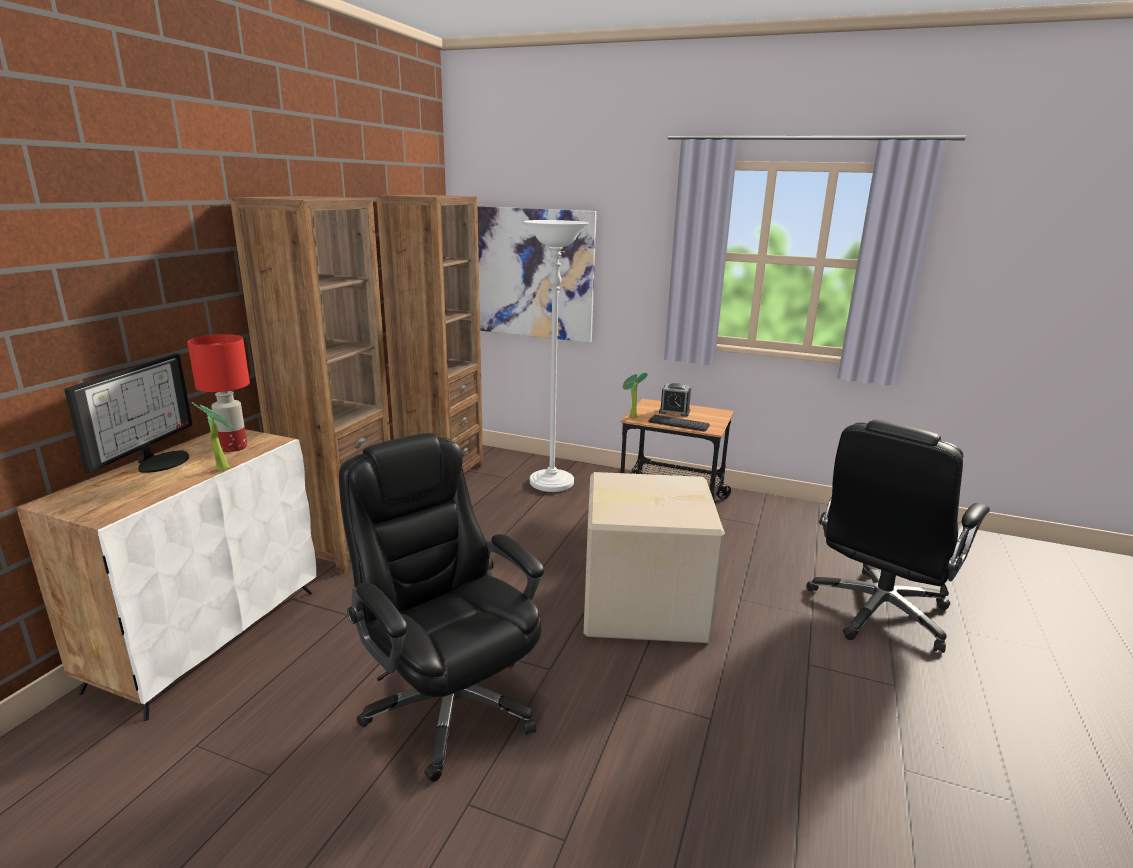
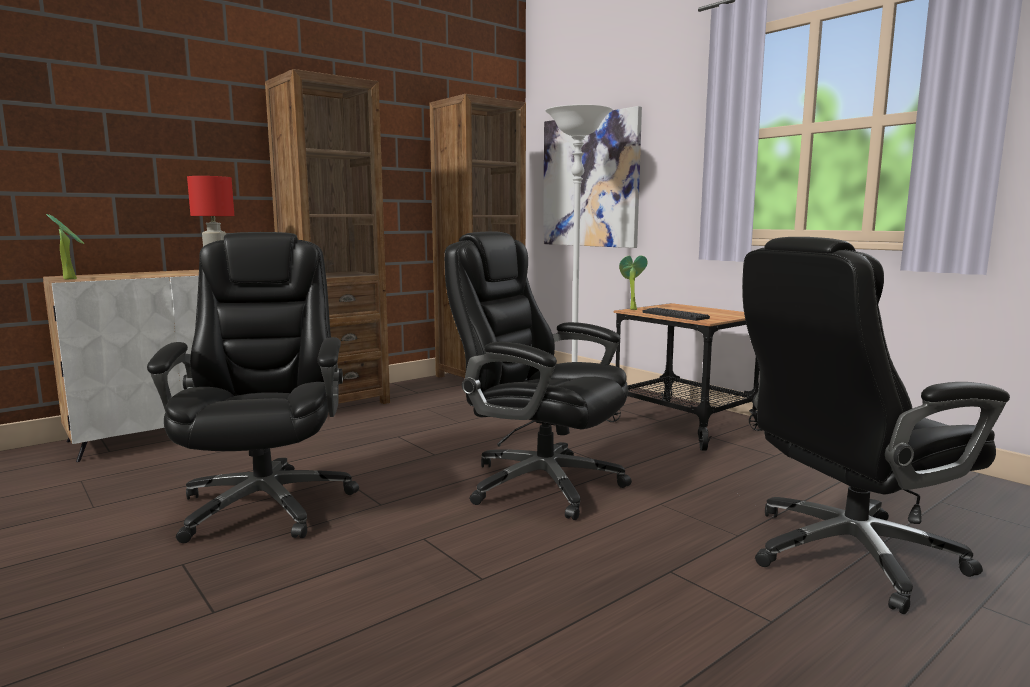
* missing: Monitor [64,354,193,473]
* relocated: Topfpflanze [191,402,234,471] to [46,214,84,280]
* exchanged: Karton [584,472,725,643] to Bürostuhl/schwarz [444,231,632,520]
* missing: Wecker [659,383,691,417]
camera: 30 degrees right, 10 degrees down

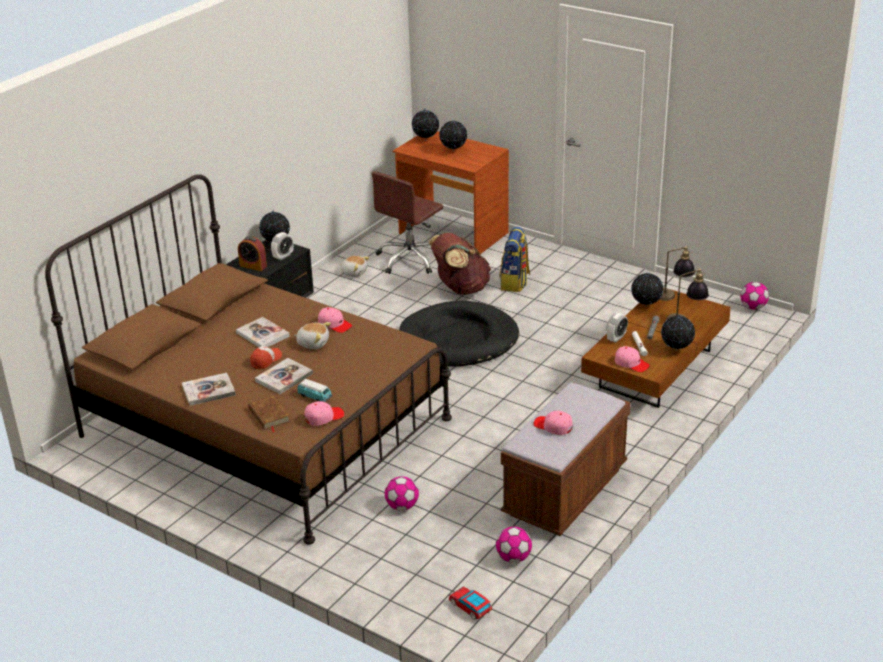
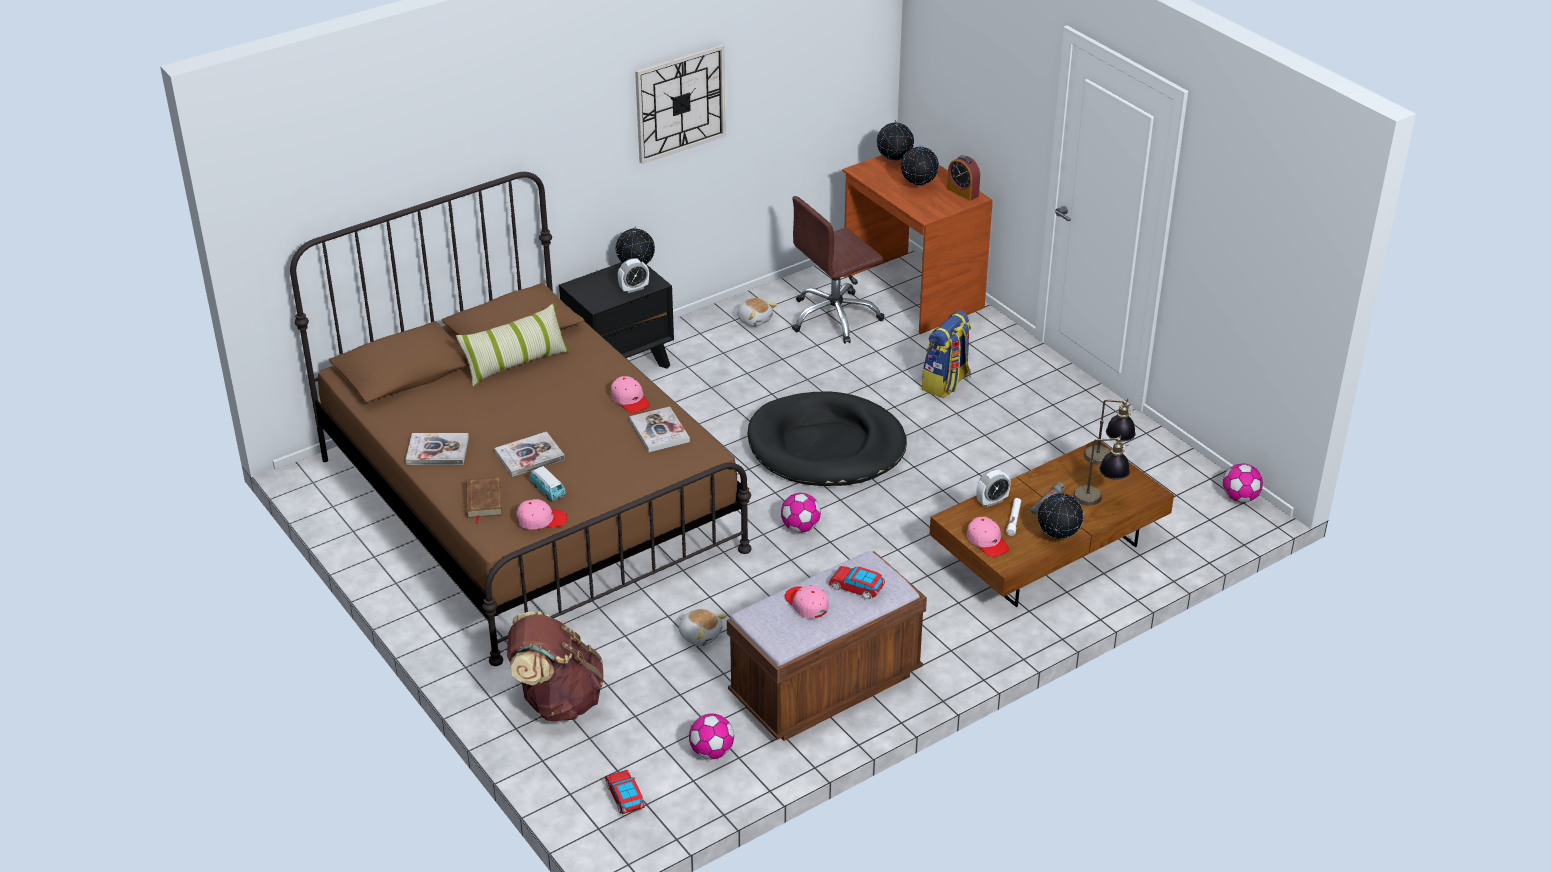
* relocated: Buch [236,317,290,347] to [629,407,690,452]
* relocated: Wecker [238,236,267,271] to [947,155,980,201]
* missing: Kappe [250,346,282,369]
* relocated: Plüschtier [294,322,331,349] to [679,609,727,646]
* relocated: Fußball [385,476,419,511] to [781,493,821,533]
* relocated: Rucksack/braun [428,233,491,295] to [507,611,604,721]
* missing: Globus [631,272,663,306]
* appeared: Kissen [456,303,569,386]
* appeared: Wanduhr [635,44,726,164]
* appeared: Spielzeugauto [829,566,885,599]
camera: 20 degrees right, 5 degrees up

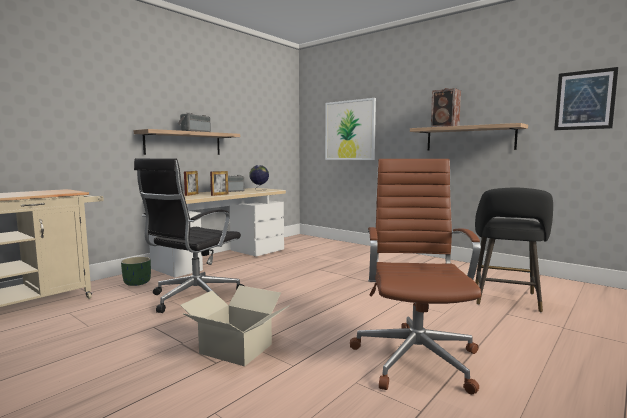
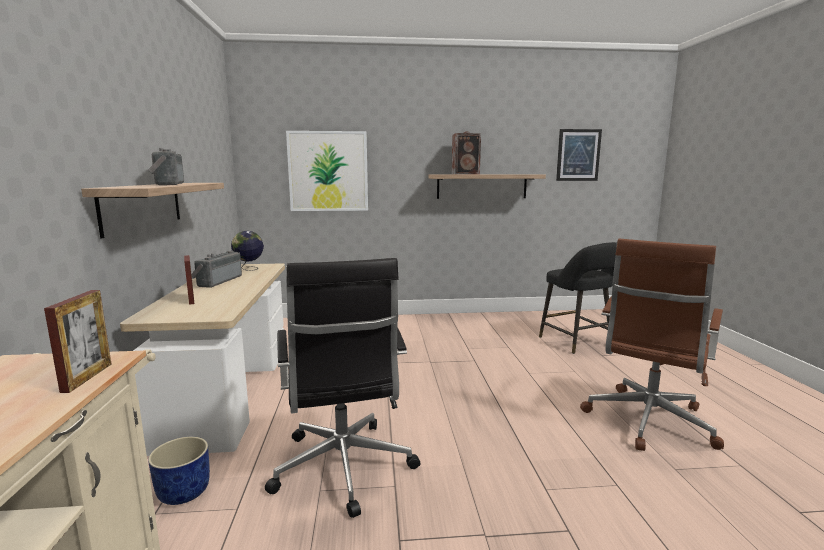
* colour: Pflanzkübel/grün [121,257,151,286] to Pflanzkübel/blau [148,437,210,505]
* missing: Karton [180,285,290,366]
* relocated: Bilderrahmen [210,171,228,196] to [44,290,111,393]
* spun: Bürostuhl/braun [350,159,481,394] = [580,239,724,451] 105 degrees counterclockwise
camera: 45 degrees left, 5 degrees up

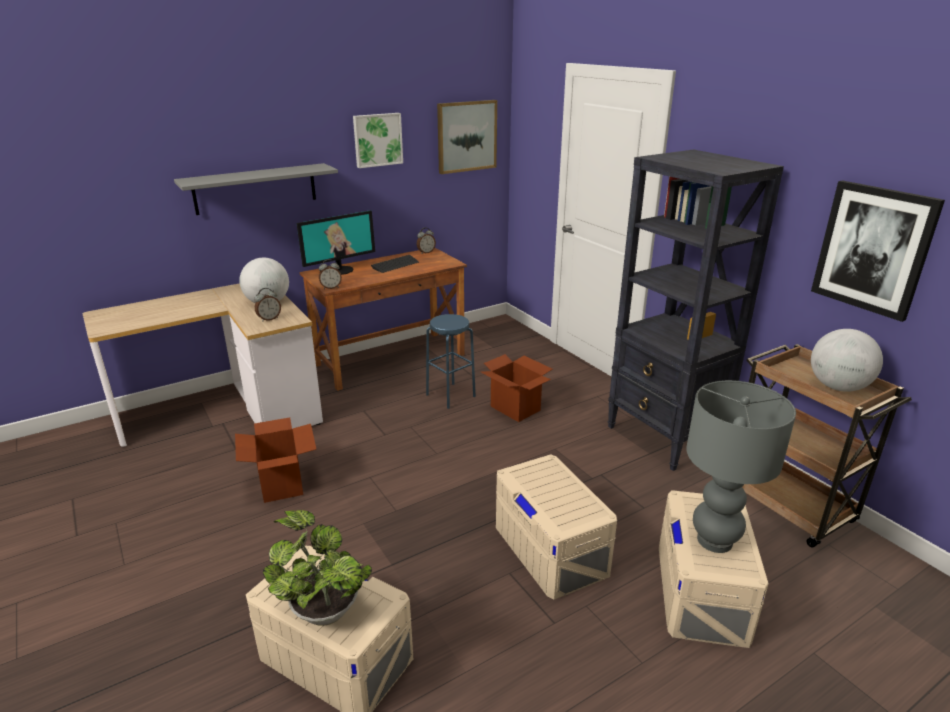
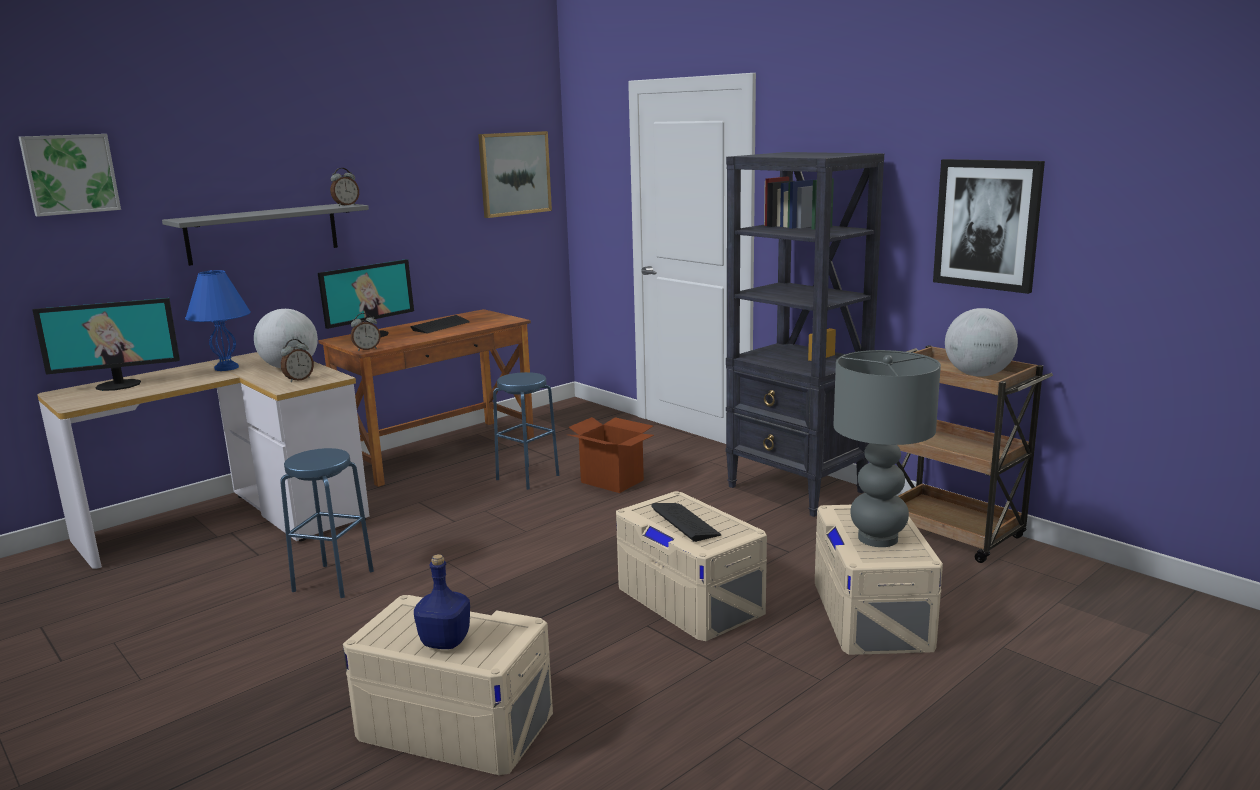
* exchanged: Karton [235,417,316,503] to Hocker/blau [280,448,374,598]
* exchanged: Topfpflanze [263,510,372,626] to Flasche/blau [414,554,470,649]
* relocated: Bild [353,113,403,168] to [19,134,121,217]
* relocated: Wecker [417,228,436,254] to [330,168,359,206]
* appeared: Monitor [33,298,180,391]
* appeared: Tischlampe/blau [185,270,251,371]
* appeared: Tastatur [651,503,722,542]
camera: 10 degrees left, 10 degrees down

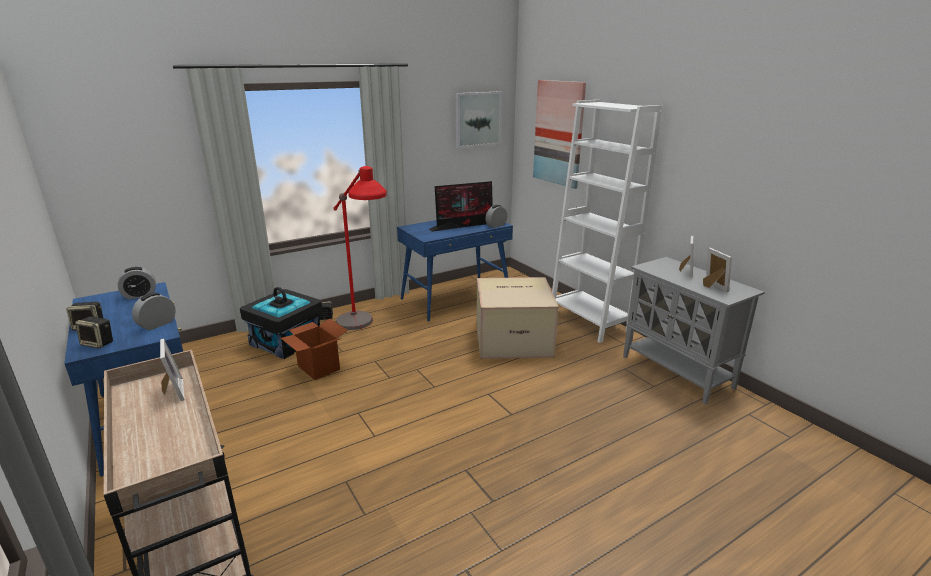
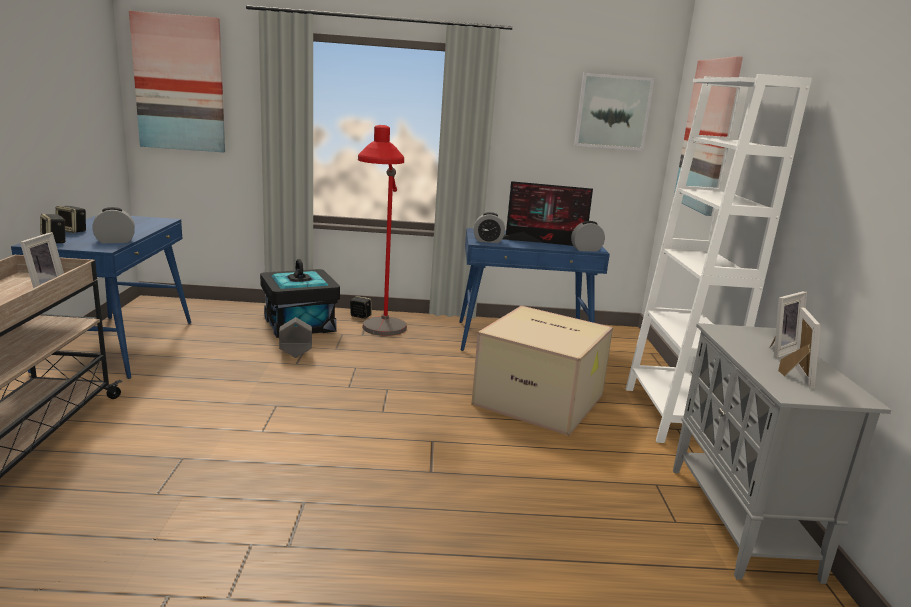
* relocated: Wecker [118,267,156,299] to [474,212,505,243]
* exchanged: Karton [281,319,348,380] to Pflanzkübel/grau [279,317,312,358]
* appeared: Bild [129,11,225,152]
camera: 30 degrees right, 5 degrees down

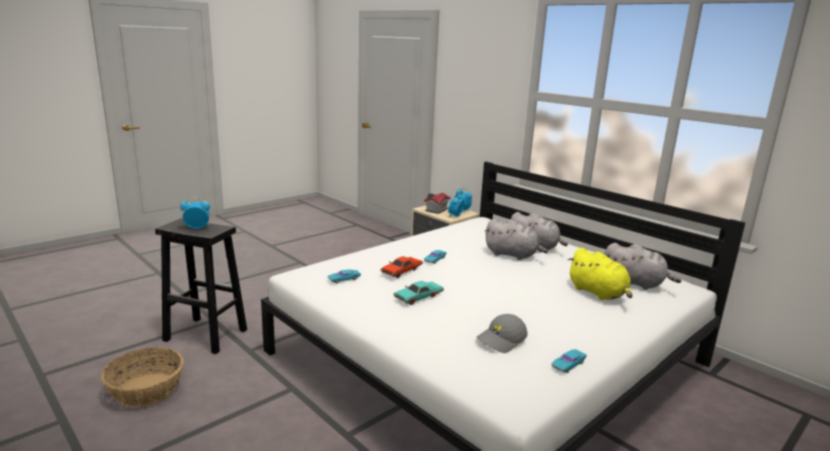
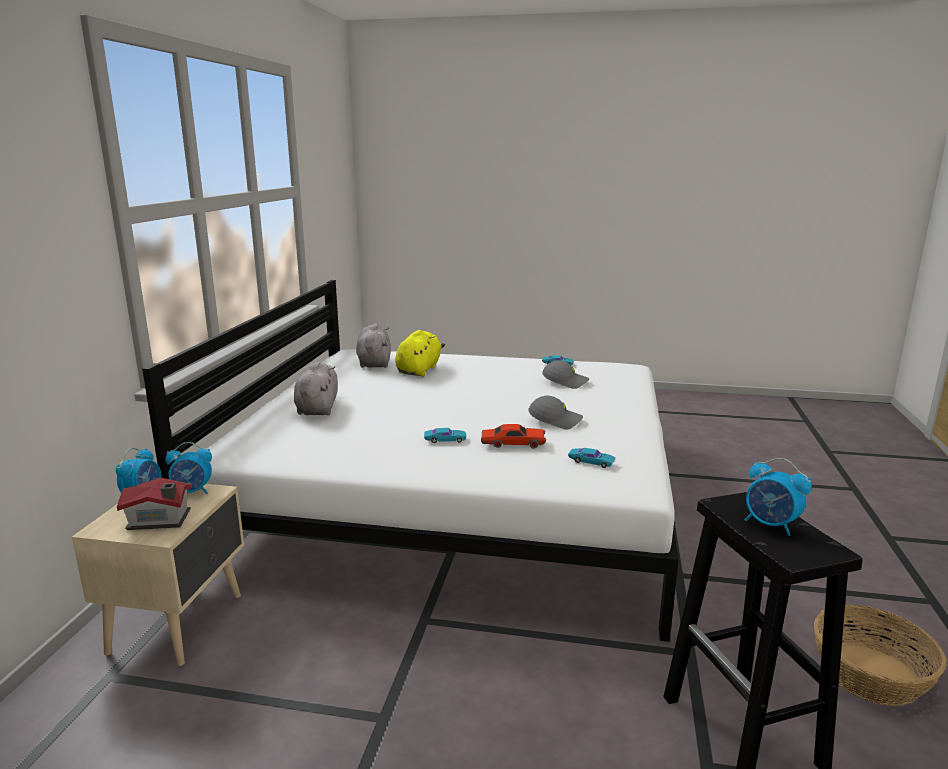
* exchanged: Spielzeugauto/türkis [394,281,444,305] to Kappe/grau [528,396,583,429]
* missing: Plüschtier/grau [484,219,548,260]
camera: 125 degrees left, 0 degrees up

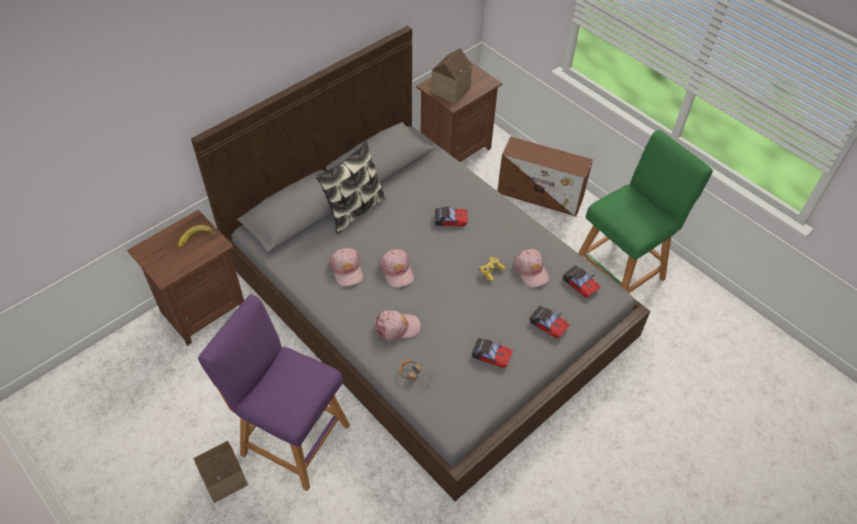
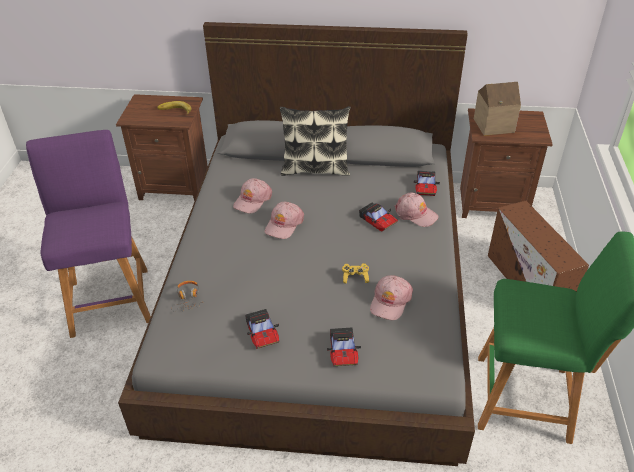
* missing: Spielzeughaus [193,441,248,503]
* relocated: Kappe/rosa [374,310,421,342] to [395,192,438,227]
* relocated: Spielzeugauto [563,265,601,298] to [414,171,440,196]
camera: 50 degrees right, 10 degrees down

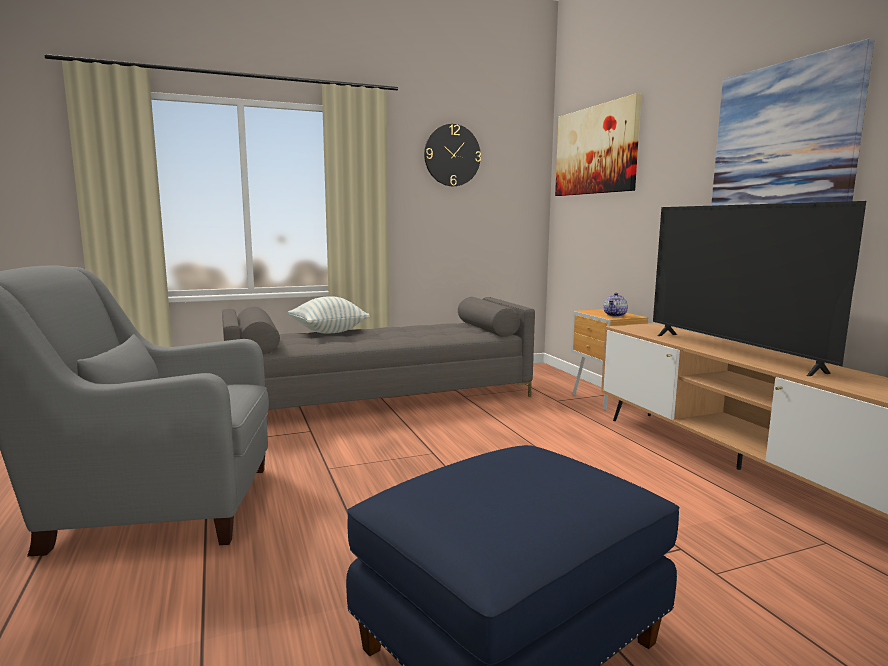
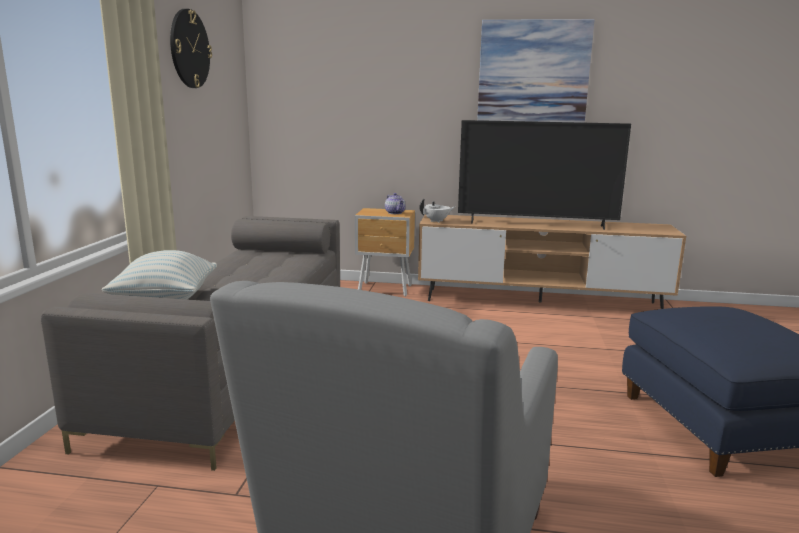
* missing: Bild [555,93,642,196]
* appeared: Teekanne/weiß [419,199,456,223]
camera: 60 degrees left, 5 degrees up

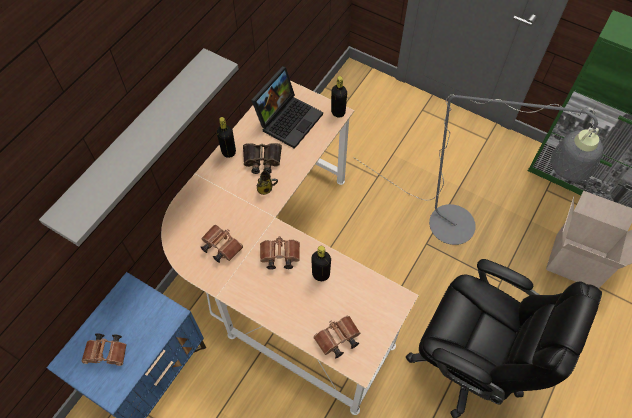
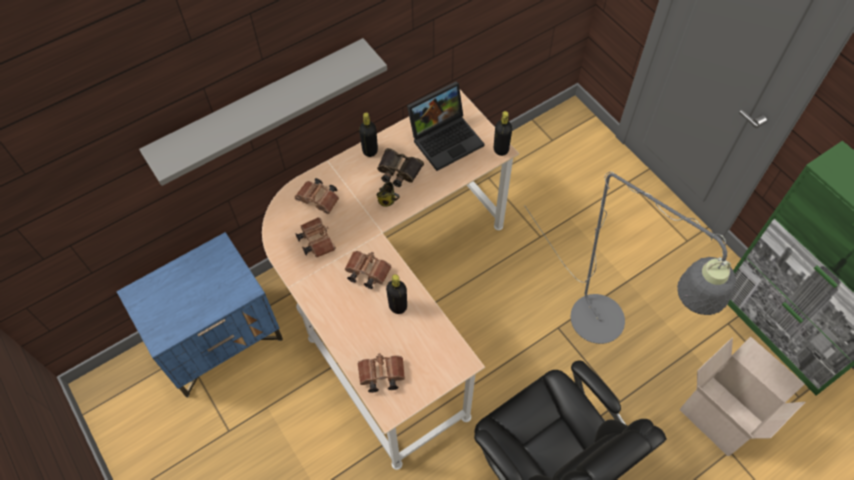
* relocated: Fernglas/braun [81,333,127,366] to [295,178,339,214]
camera: 25 degrees right, 0 degrees up

